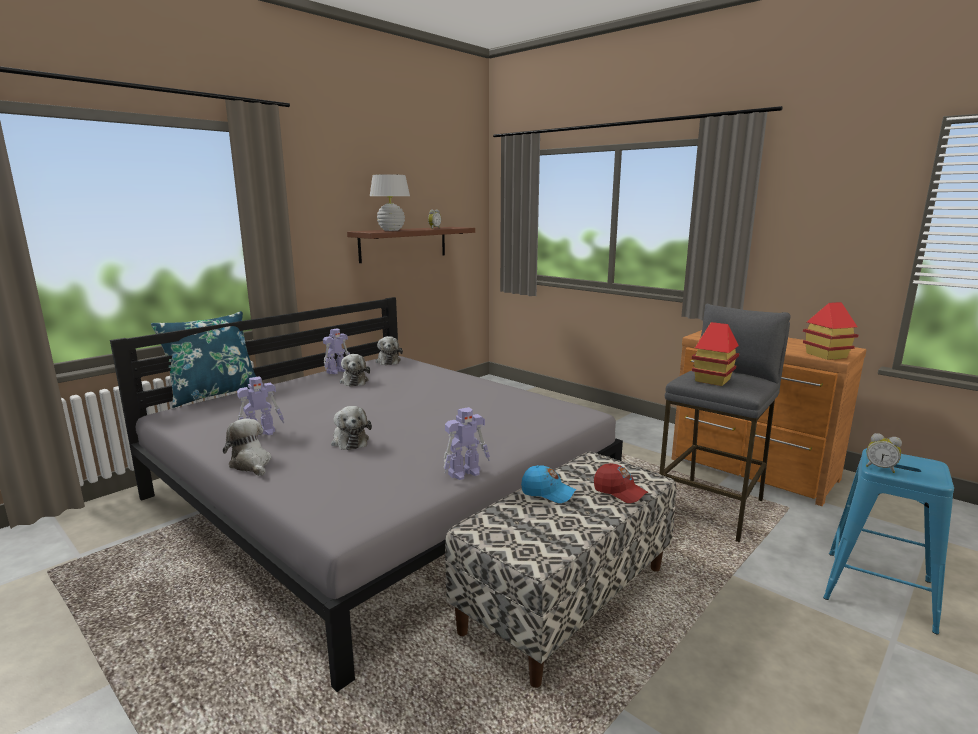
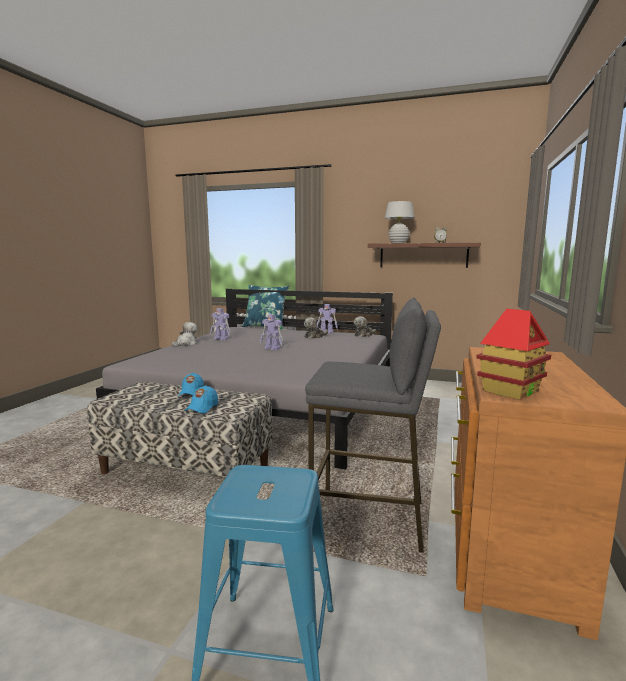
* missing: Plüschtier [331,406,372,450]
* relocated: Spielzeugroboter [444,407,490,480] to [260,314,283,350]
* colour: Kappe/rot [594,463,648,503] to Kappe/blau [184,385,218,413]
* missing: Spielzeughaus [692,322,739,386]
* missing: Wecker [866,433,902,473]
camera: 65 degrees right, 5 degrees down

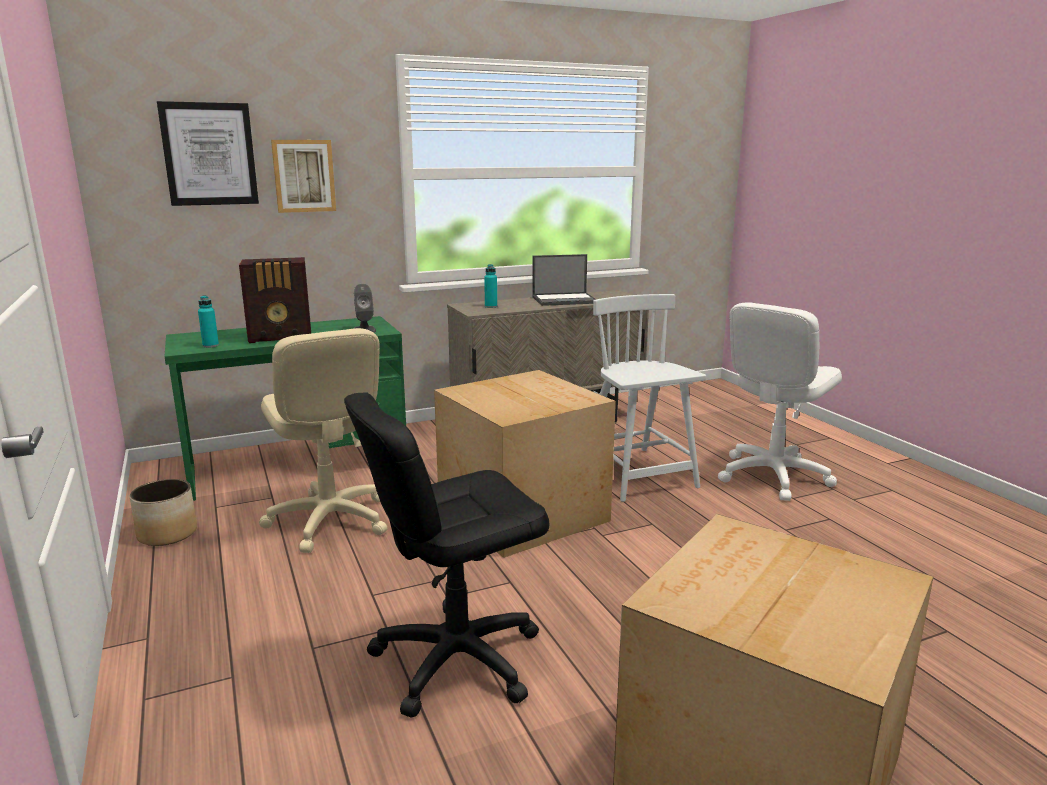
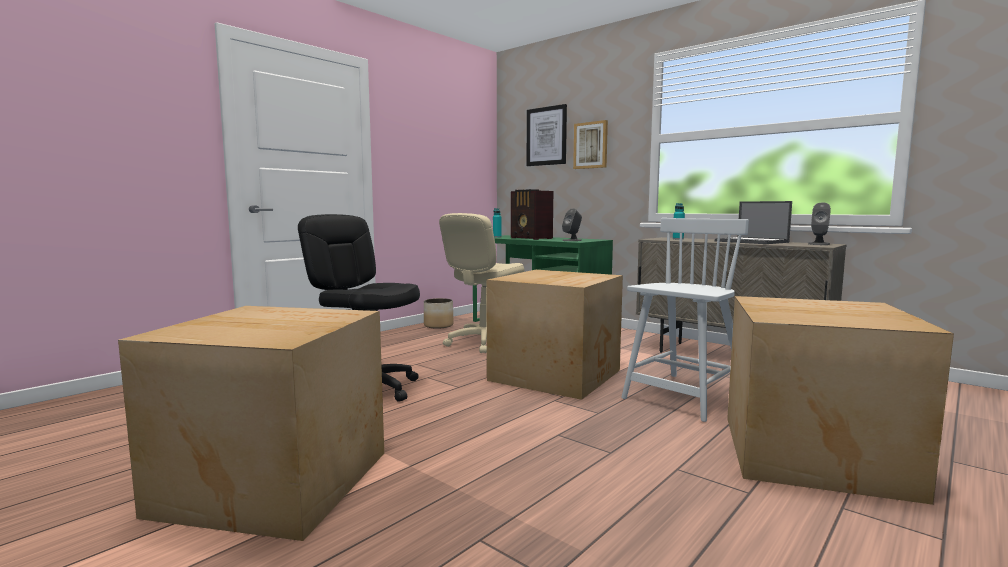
* exchanged: Bürostuhl/weiß [718,302,842,501] to Karton [727,296,954,505]
* appeared: Lautsprecher/grau [808,202,831,245]
camera: 65 degrees right, 10 degrees down

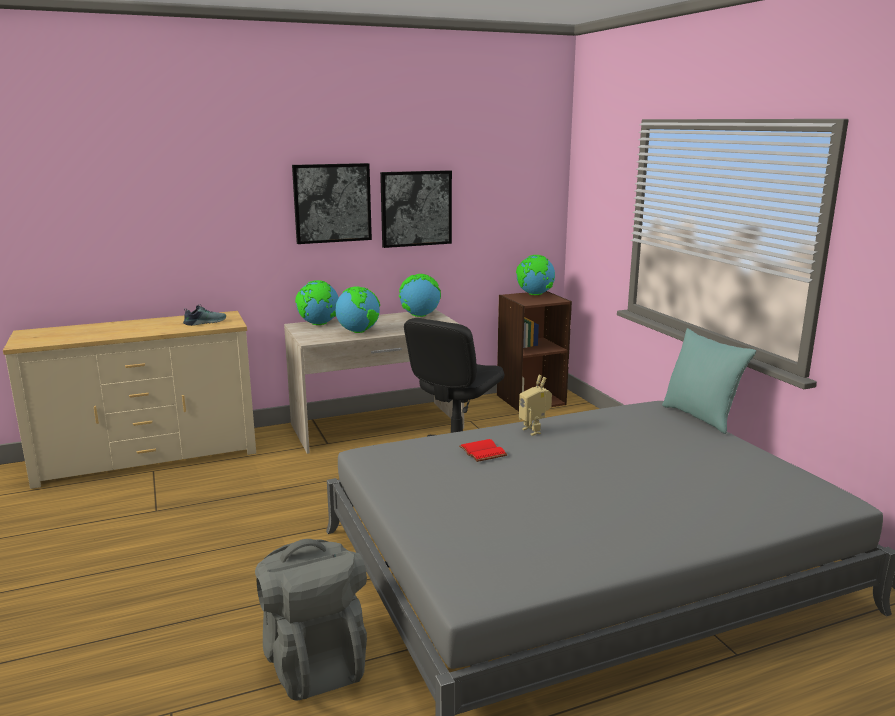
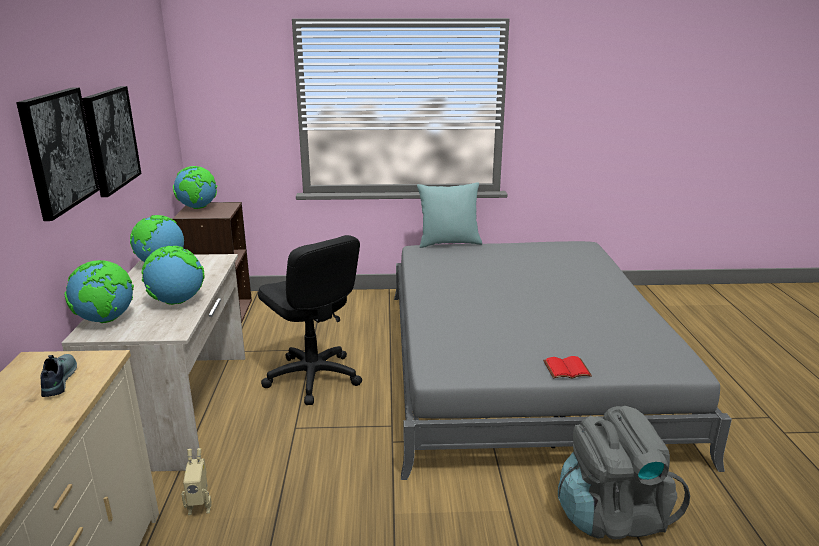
* relocated: Buch/rot [459,439,508,462] to [543,356,592,379]
* relocated: Spielzeugroboter [519,375,552,436] to [181,448,212,515]
camera: 70 degrees left, 5 degrees up

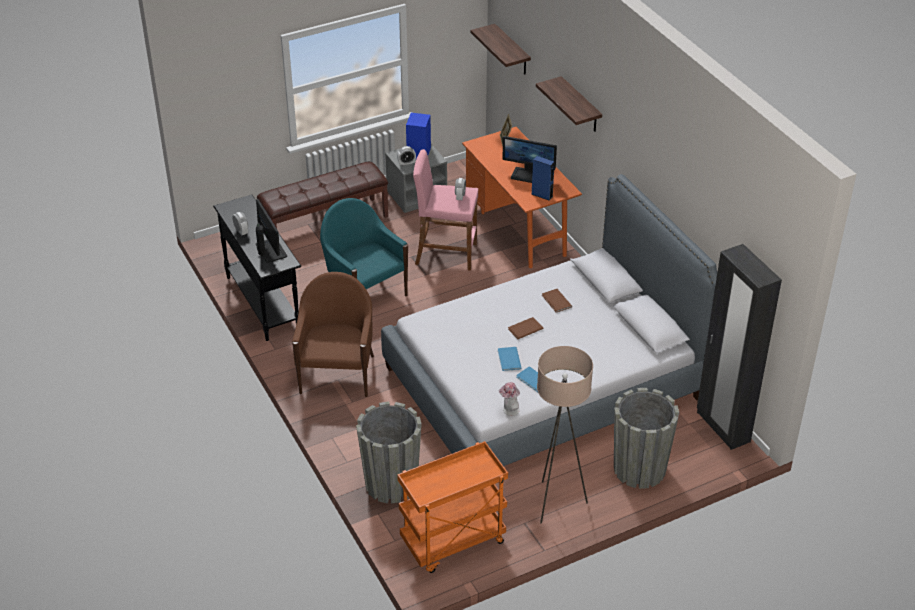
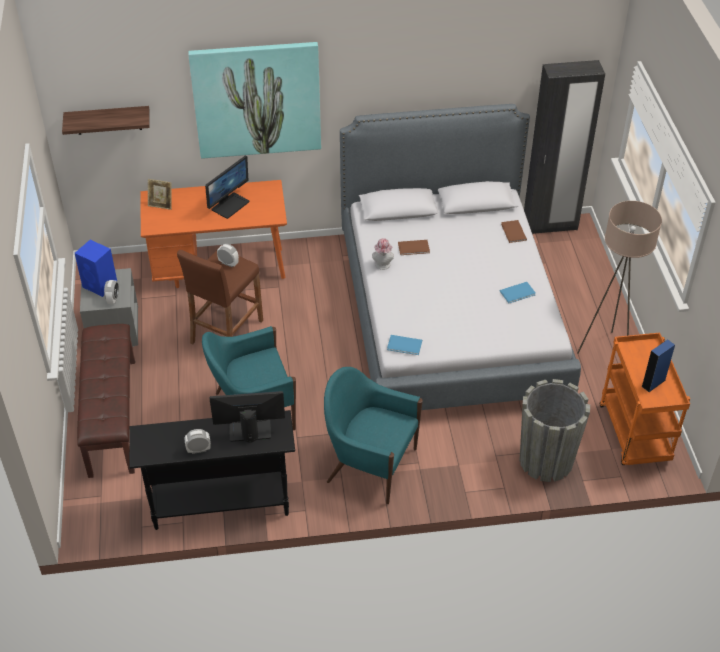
* colour: Sessel/braun [292,272,374,397] to Sessel/türkis [324,367,423,504]
* colour: Hocker/rosa [413,149,478,271] to Hocker/braun [177,249,263,344]
* relocated: Buch/blau [498,347,522,371] to [387,335,422,355]
* relocated: Hut [499,382,520,416] to [372,238,394,270]
* relocated: Buch/braun [508,317,544,339] to [501,220,527,243]
* relocated: Lautsprecher/blau [531,156,555,201] to [641,339,675,392]
* exchanged: Wandregal [536,76,602,132] to Bild [188,42,321,159]
* missing: Pflanzkübel/grau [614,388,679,489]
camera: 70 degrees left, 5 degrees up

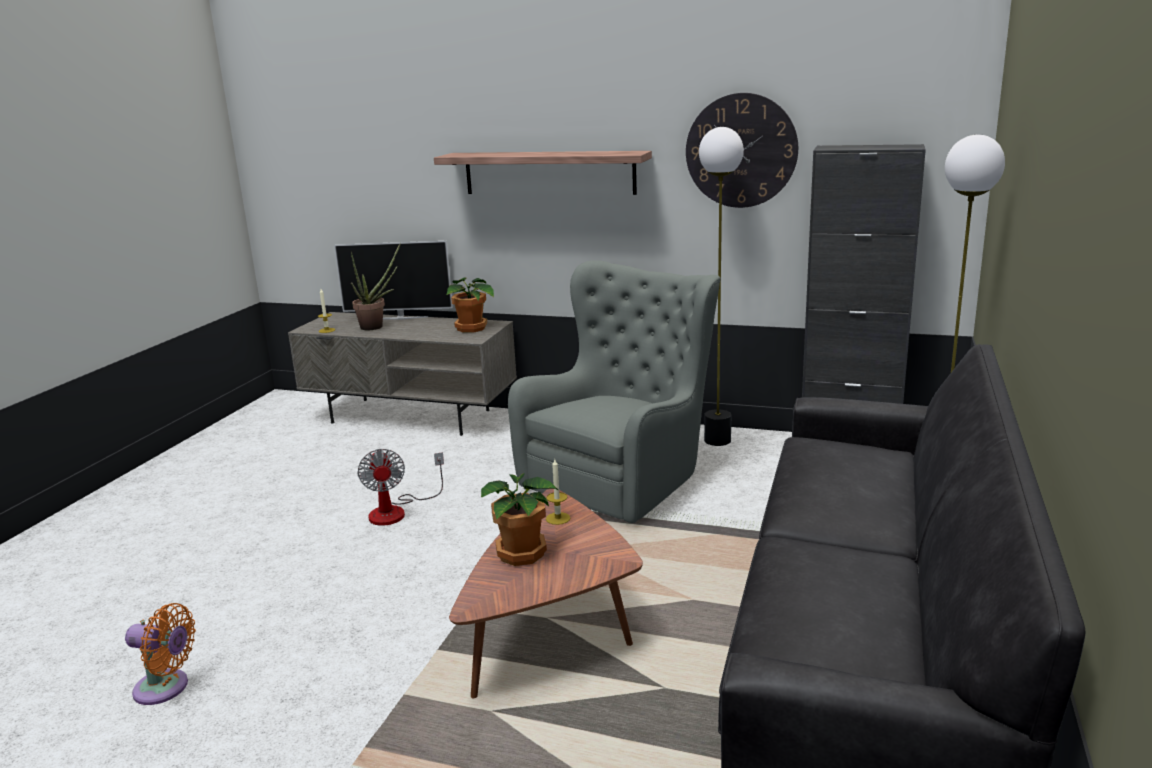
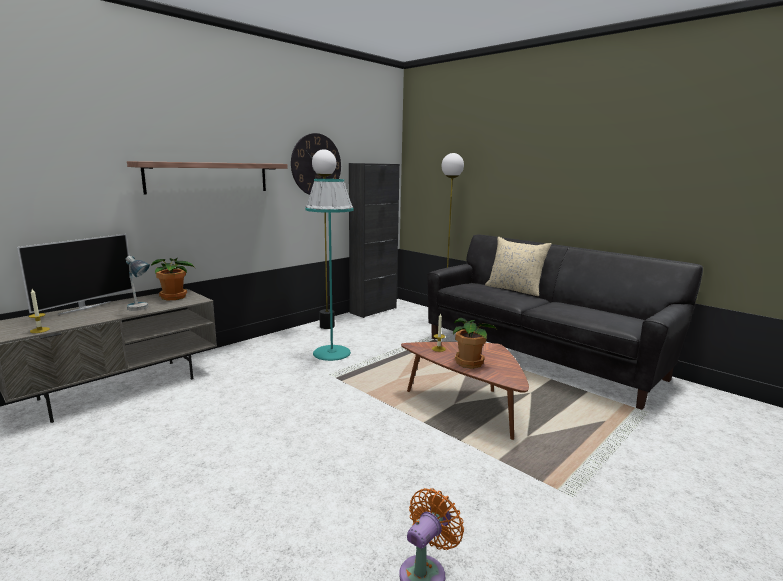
* missing: Topfpflanze [351,243,401,330]
* missing: Ventilator [357,449,444,526]
* exchanged: Sessel/grau [508,260,721,523] to Stehlampe/türkis [305,179,354,361]
* appeared: Tischlampe [126,256,150,311]
* appeared: Kissen/beige [485,237,552,296]
camera: 65 degrees left, 5 degrees down

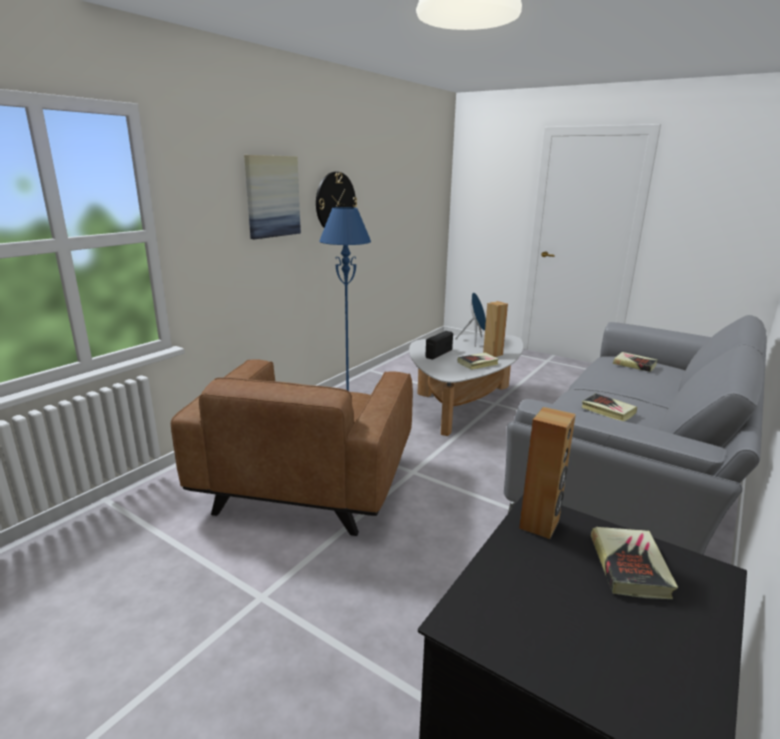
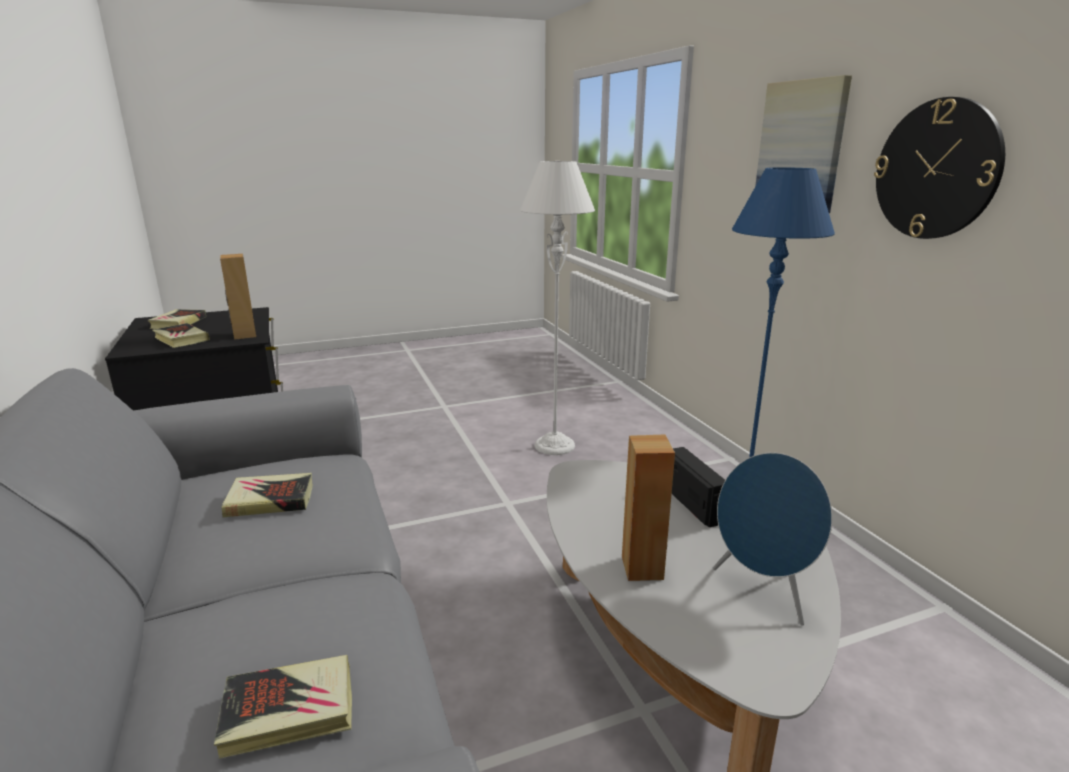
* exchanged: Sessel/braun [171,359,413,536] to Stehlampe/weiß [520,161,595,455]
* relocated: Buch [458,353,499,370] to [148,309,206,329]
camera: 125 degrees right, 0 degrees up

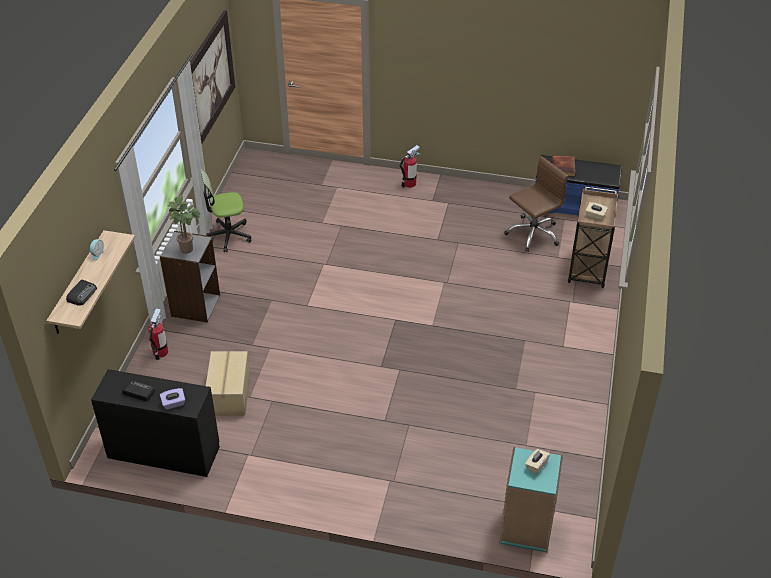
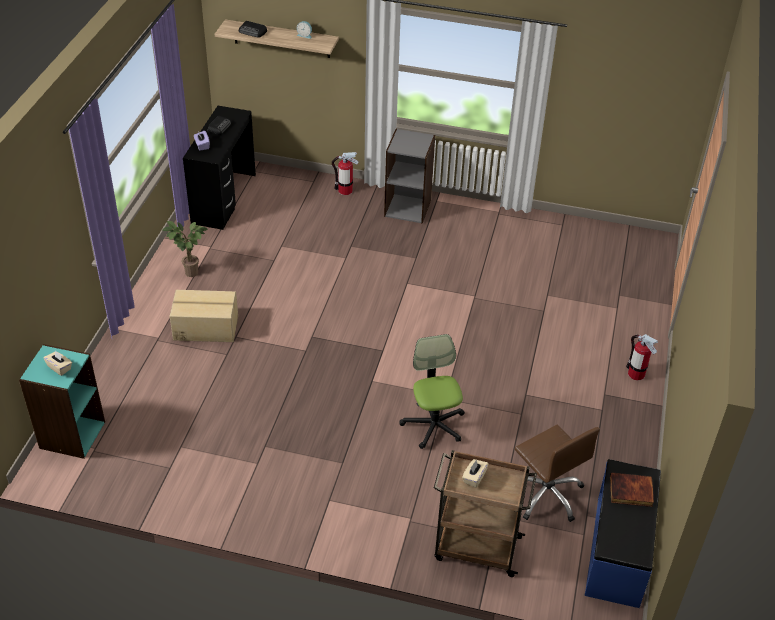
* relocated: Topfpflanze [167,195,201,254] to [162,221,208,277]
* missing: Bild [190,10,235,144]
* relocated: Bürostuhl [201,170,251,252] to [399,334,465,449]
* relocated: Karton [206,351,250,416] to [170,290,238,342]
camera: 90 degrees right, 0 degrees up

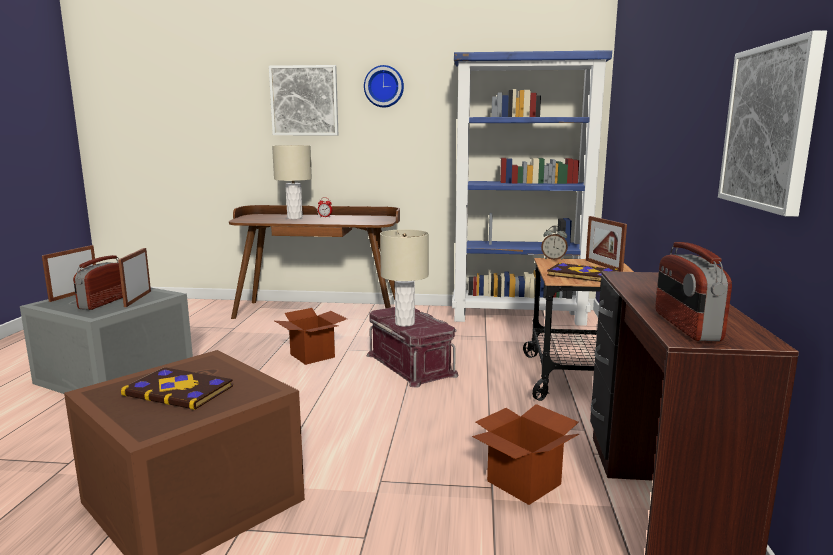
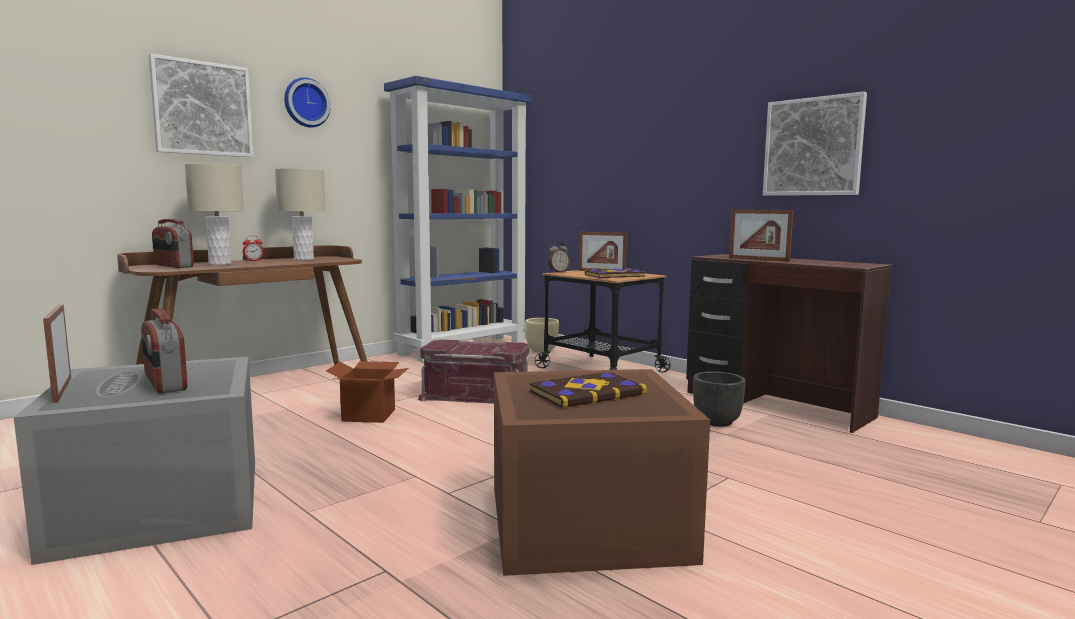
* relocated: Bilderrahmen [118,248,151,307] to [729,209,793,262]
* relocated: Tischlampe/beige [380,229,429,327] to [275,168,326,260]
* exchanged: Karton [472,404,579,505] to Pflanzkübel/schwarz [693,371,746,427]
* relocated: Radio [655,242,732,341] to [152,219,194,268]
* appeared: Pflanzkübel/beige [525,318,559,353]
camera: 50 degrees left, 5 degrees down

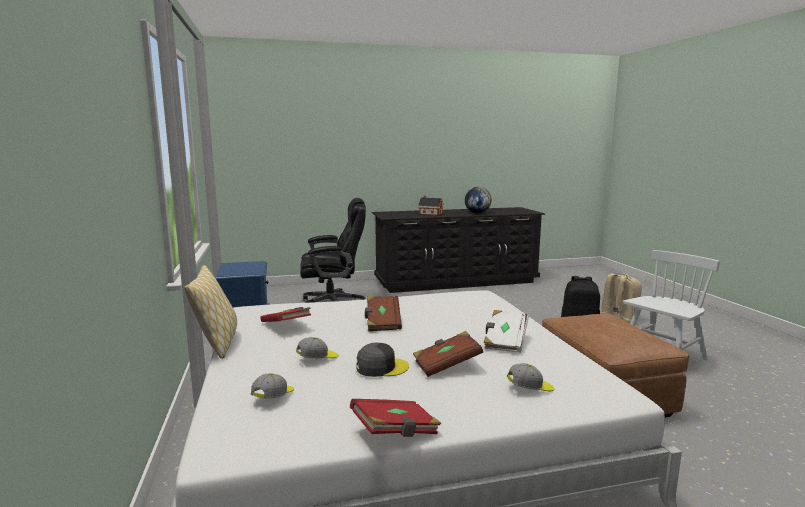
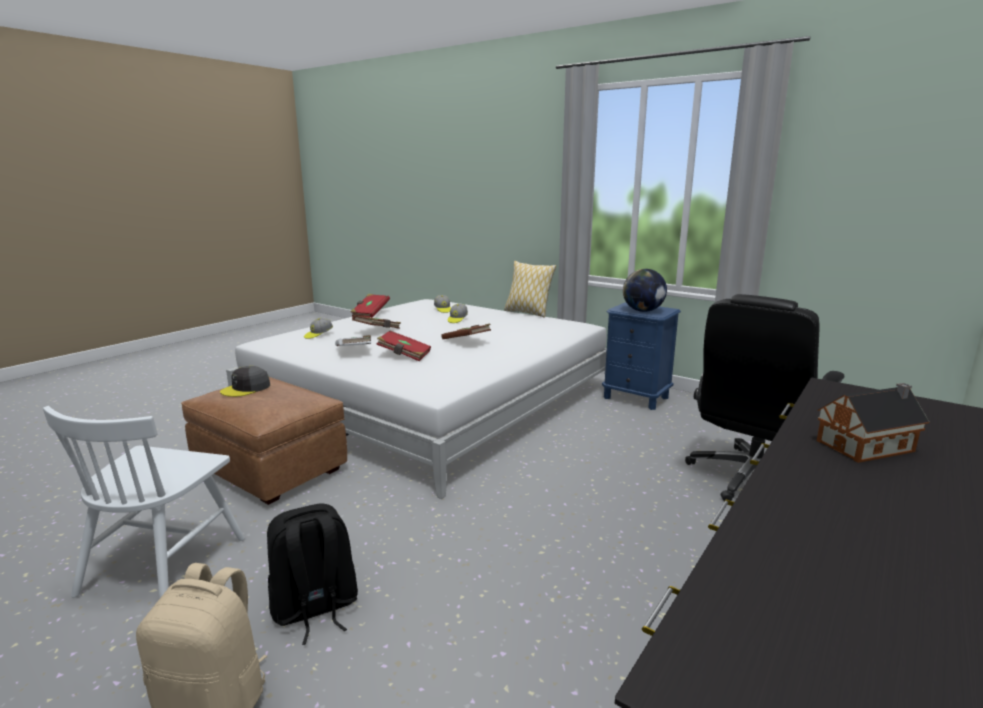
* relocated: Buch/rot [260,307,311,322] to [376,331,431,361]
* relocated: Kappe/grau [356,343,409,377] to [220,366,270,397]
* relocated: Globus [465,187,492,213] to [623,269,667,312]
camera: 140 degrees right, 5 degrees up

